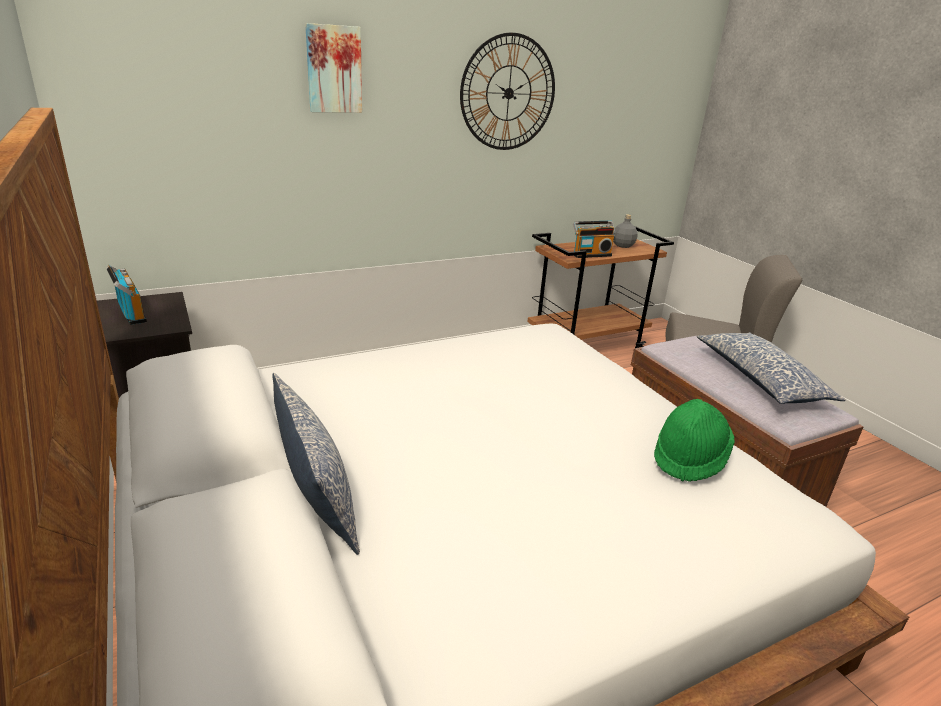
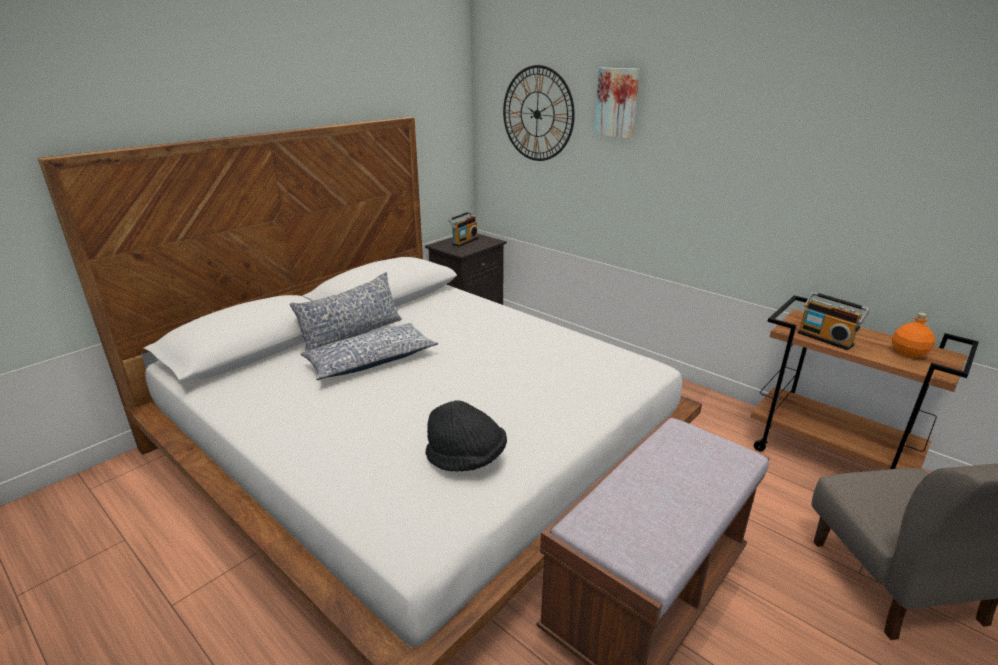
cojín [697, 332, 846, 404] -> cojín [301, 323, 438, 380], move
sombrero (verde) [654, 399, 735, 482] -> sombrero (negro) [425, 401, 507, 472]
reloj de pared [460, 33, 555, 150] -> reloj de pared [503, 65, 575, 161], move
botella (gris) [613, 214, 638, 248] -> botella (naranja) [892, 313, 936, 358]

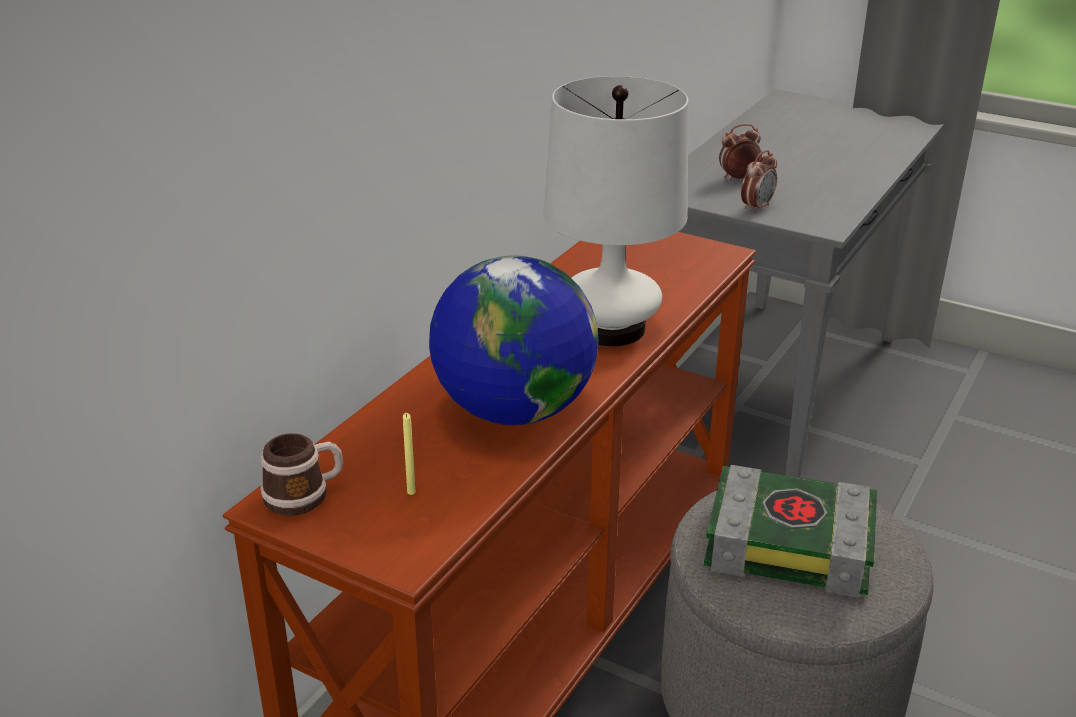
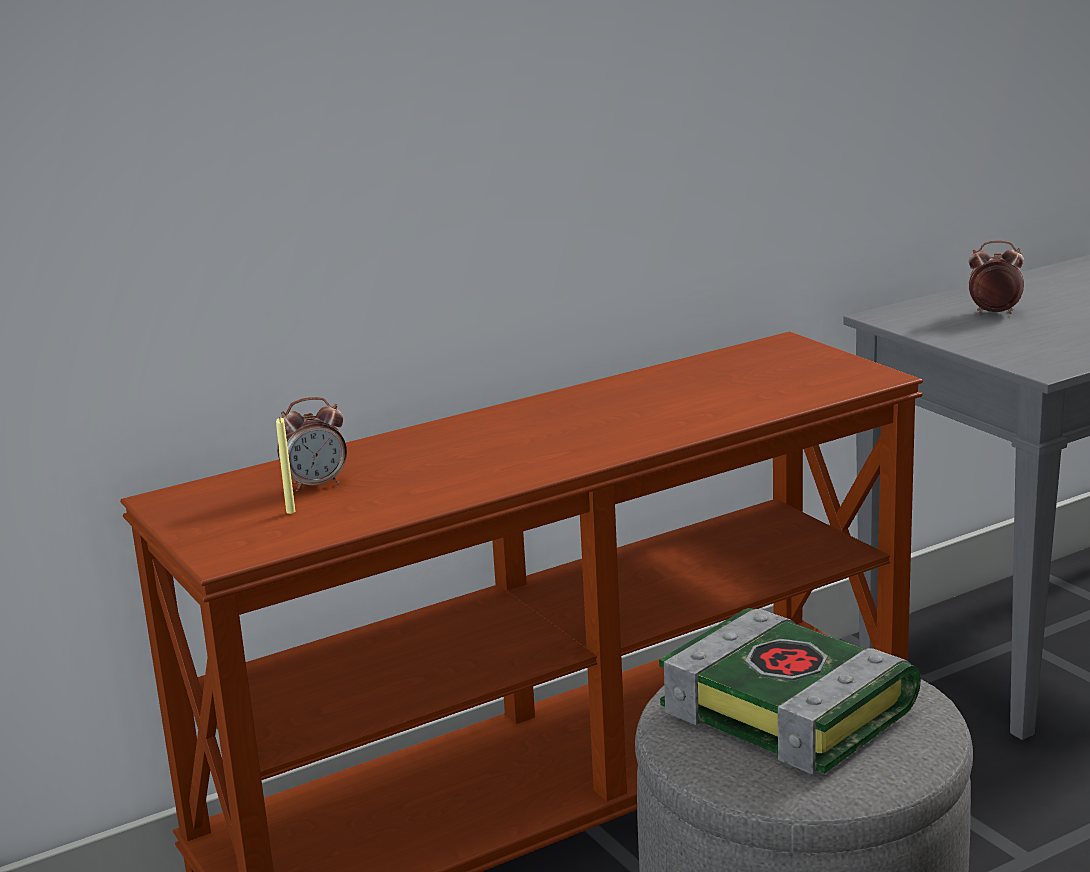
despertador [741, 150, 777, 213] -> despertador [277, 397, 347, 492], move
taza grande [261, 433, 343, 515] -> none
globo terráqueo [429, 255, 599, 425] -> none
lámpara de mesa (blanco) [543, 76, 688, 346] -> none

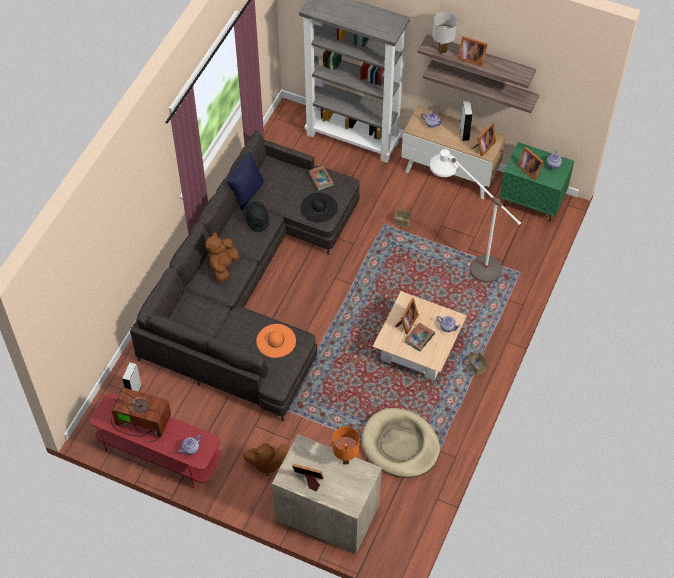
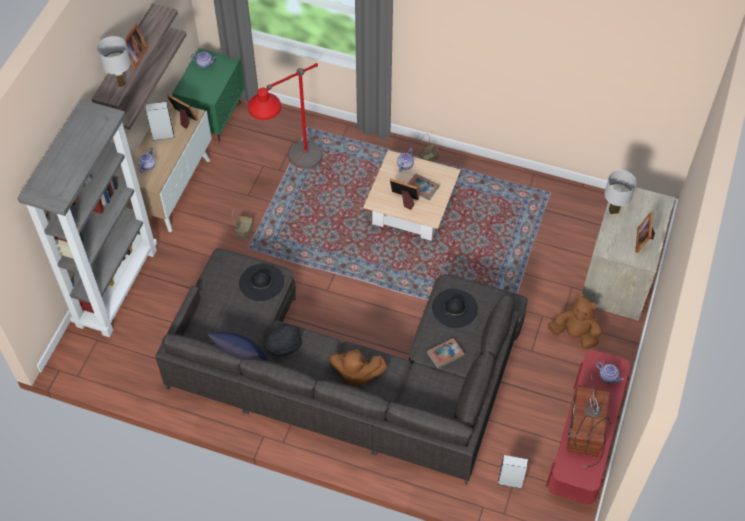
lámpara de pie (blanco) [430, 149, 521, 283] -> lámpara de pie (rojo) [248, 63, 323, 169]
libro [309, 166, 334, 191] -> libro [427, 338, 465, 369], move
sombrero (naranja) [256, 324, 296, 358] -> sombrero (negro) [432, 289, 478, 328]
peluche (marrón) [243, 443, 290, 476] -> peluche (marrón) [548, 295, 602, 349], 60 degrees counterclockwise
lámpara de mesa (naranja) [332, 426, 359, 465] -> lámpara de mesa (blanco) [604, 170, 636, 214]
cama para perro (beis) [362, 408, 440, 478] -> none
portarretratos [517, 147, 543, 181] -> none

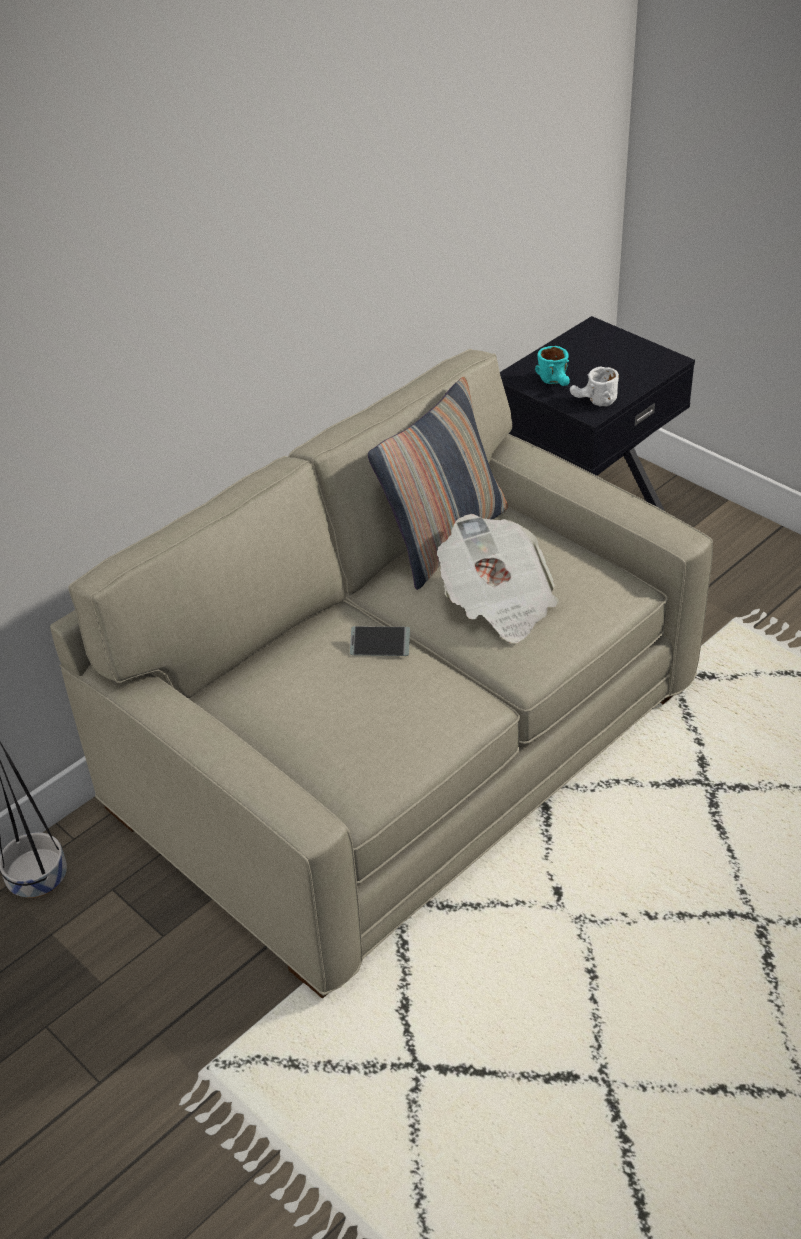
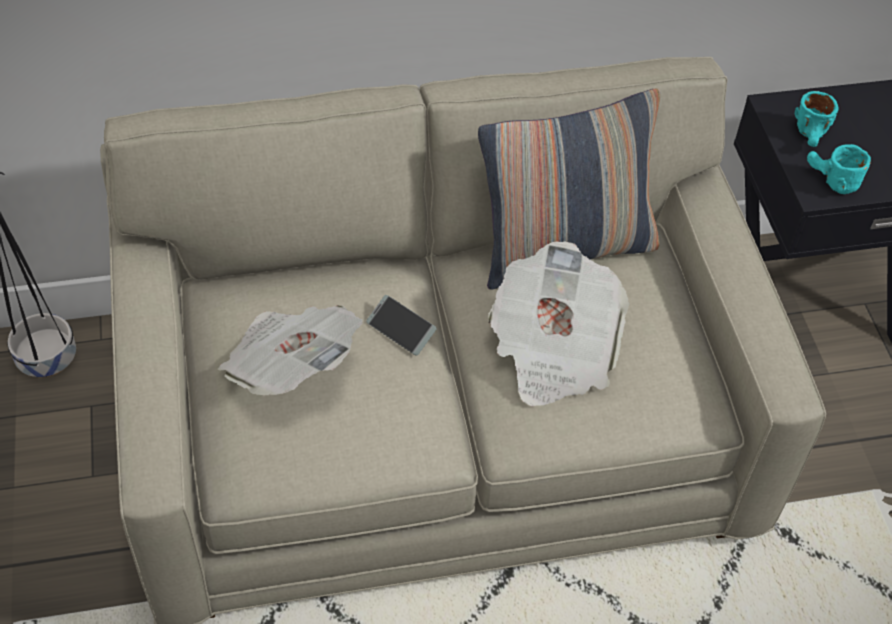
none -> periódico [218, 305, 363, 396]
taza grande (blanco) [570, 367, 619, 407] -> taza grande (turquesa) [807, 144, 871, 194]

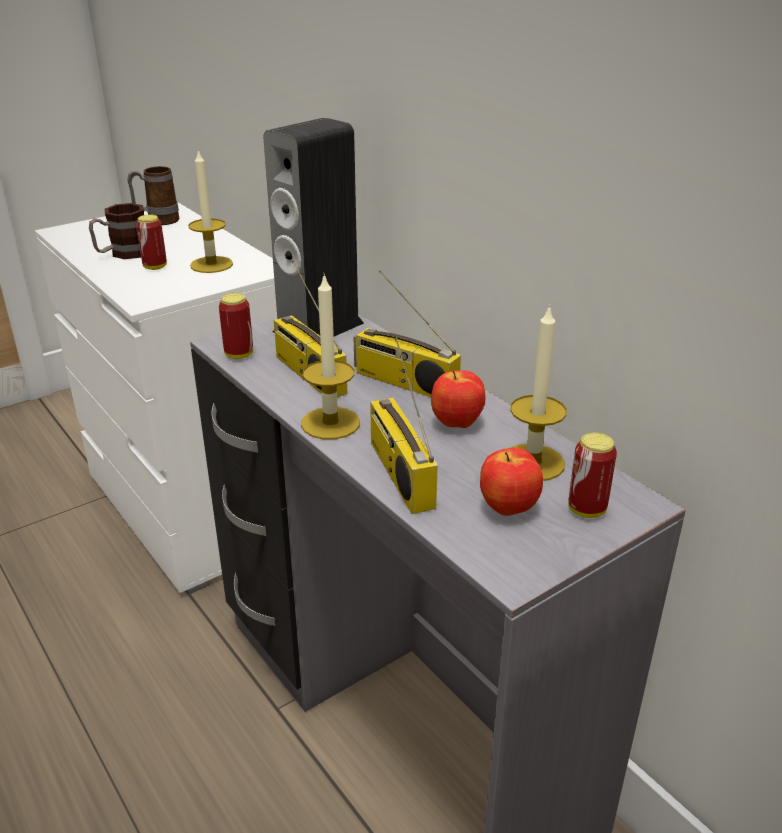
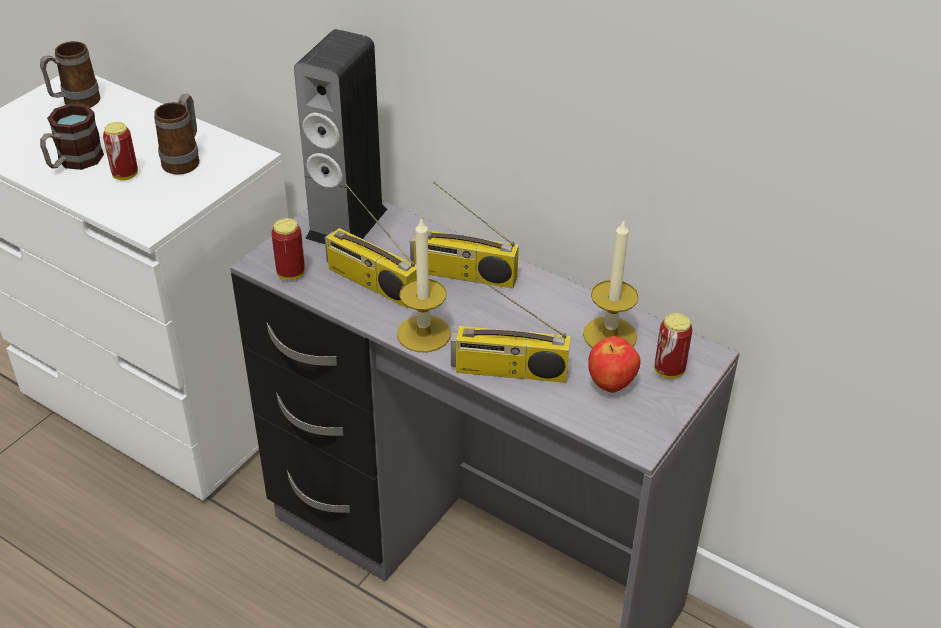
vela [188, 150, 233, 273] -> taza grande [154, 94, 199, 175]
radio [370, 338, 438, 514] -> radio [451, 277, 570, 383], 45 degrees counterclockwise
manzana [431, 370, 486, 428] -> none

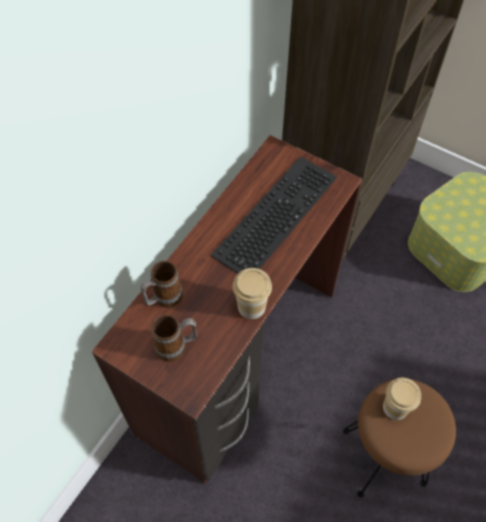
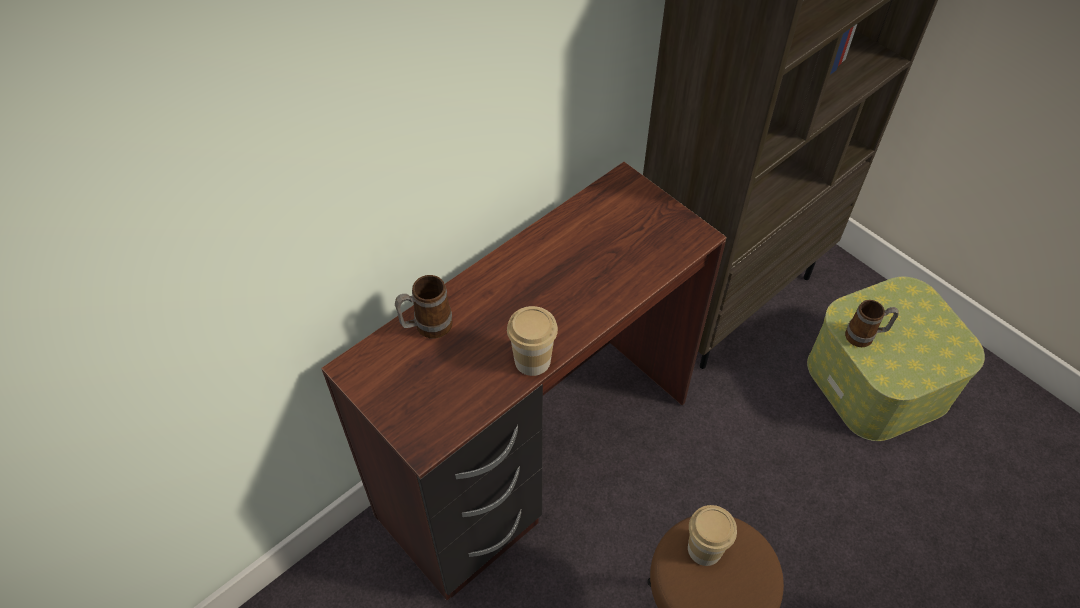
taza grande [152, 315, 197, 362] -> taza grande [845, 300, 899, 347], move
teclado [211, 156, 337, 273] -> none

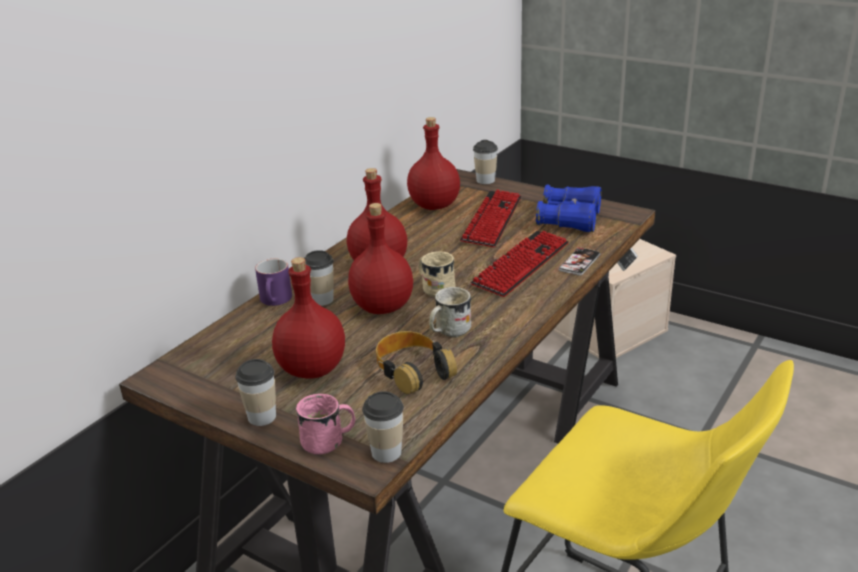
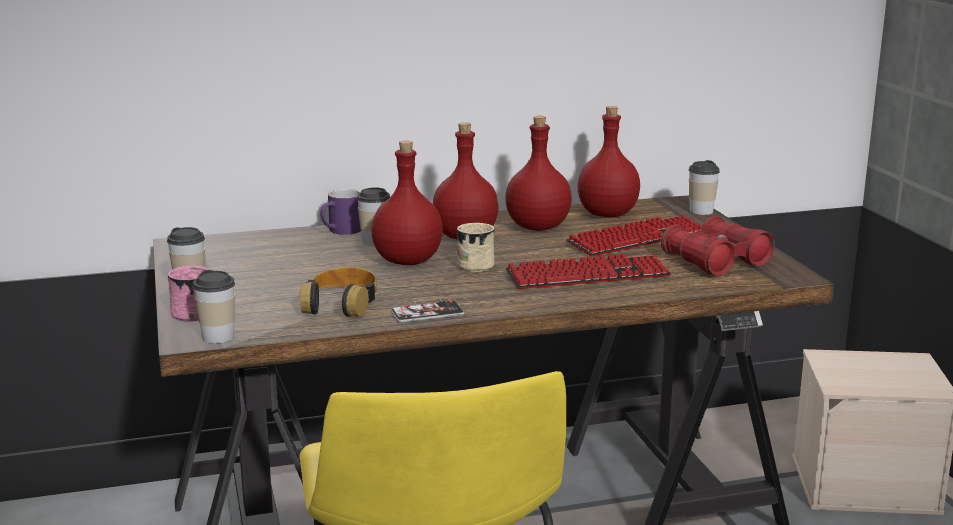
móvil [558, 247, 600, 276] -> móvil [391, 298, 464, 323], move
botella (rojo) [272, 257, 345, 379] -> botella (rojo) [505, 116, 572, 231], move
prismáticos (azul) [536, 185, 602, 232] -> prismáticos (rojo) [661, 216, 775, 276]
taza grande (blanco) [429, 287, 471, 338] -> none

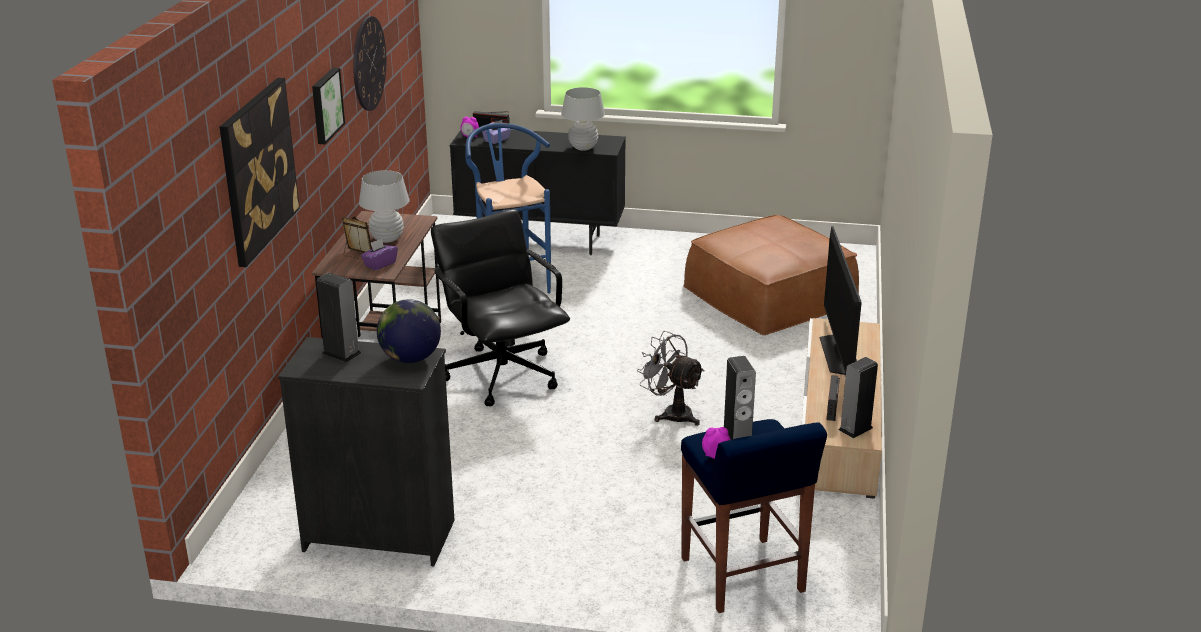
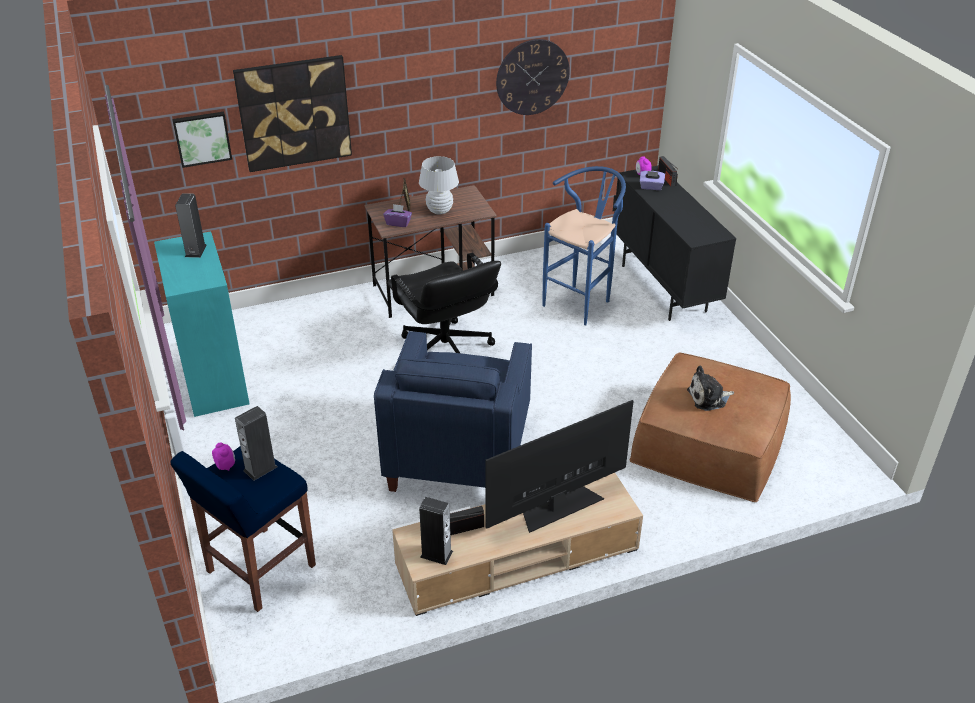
cómoda (negro) [278, 337, 454, 567] -> cómoda (turquesa) [154, 231, 250, 417]
cuadro [312, 68, 345, 144] -> cuadro [172, 112, 232, 168], move
ventilador (gris) [637, 331, 704, 426] -> sillón (azul) [374, 331, 532, 492]
silla de oficina (negro) [431, 209, 570, 406] -> silla de oficina (negro) [388, 252, 501, 353], 120 degrees clockwise
none -> peluche [687, 366, 734, 411]
globo terráqueo [377, 299, 441, 363] -> none
lámpara de mesa (blanco) [561, 87, 605, 151] -> none

